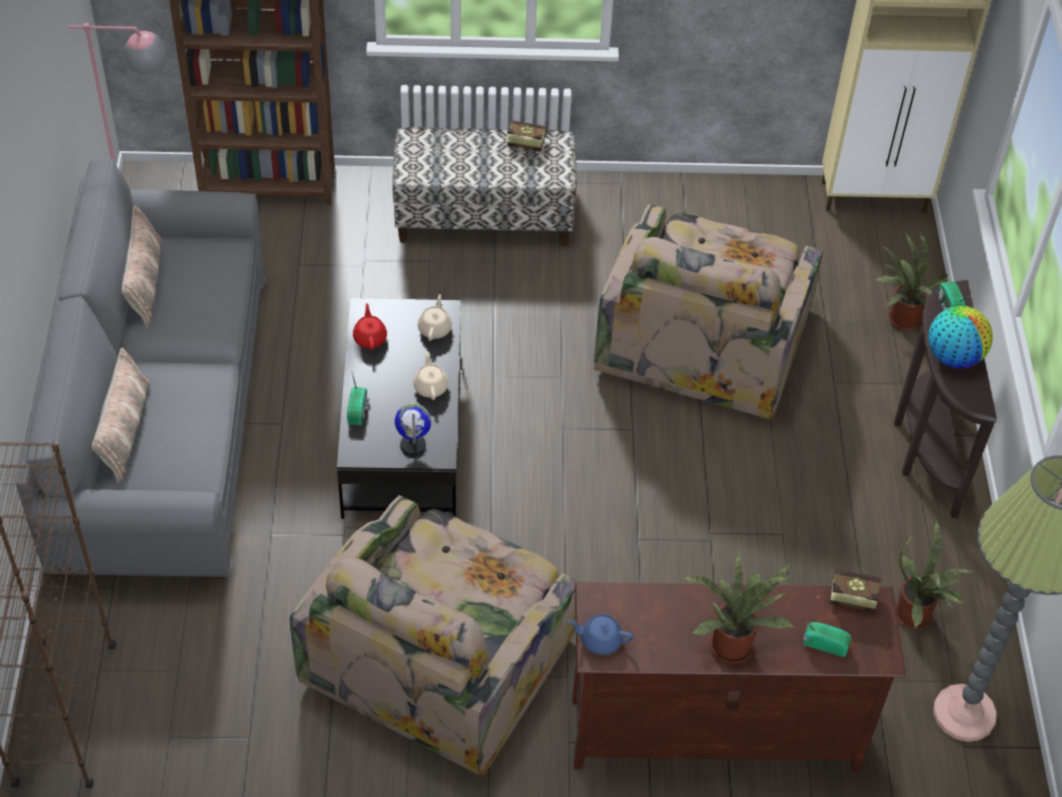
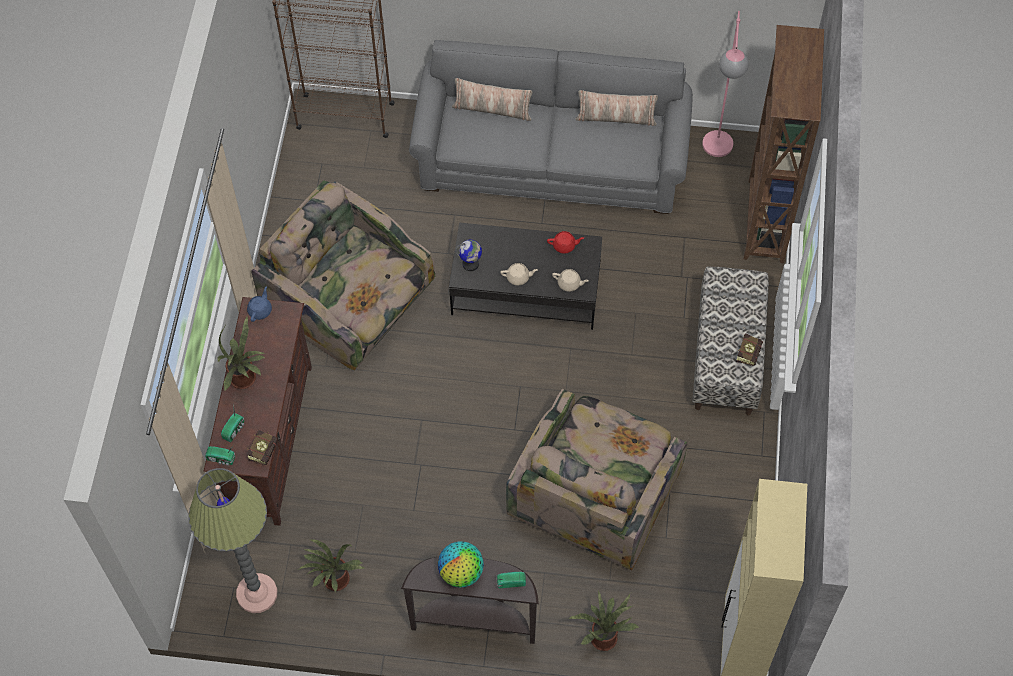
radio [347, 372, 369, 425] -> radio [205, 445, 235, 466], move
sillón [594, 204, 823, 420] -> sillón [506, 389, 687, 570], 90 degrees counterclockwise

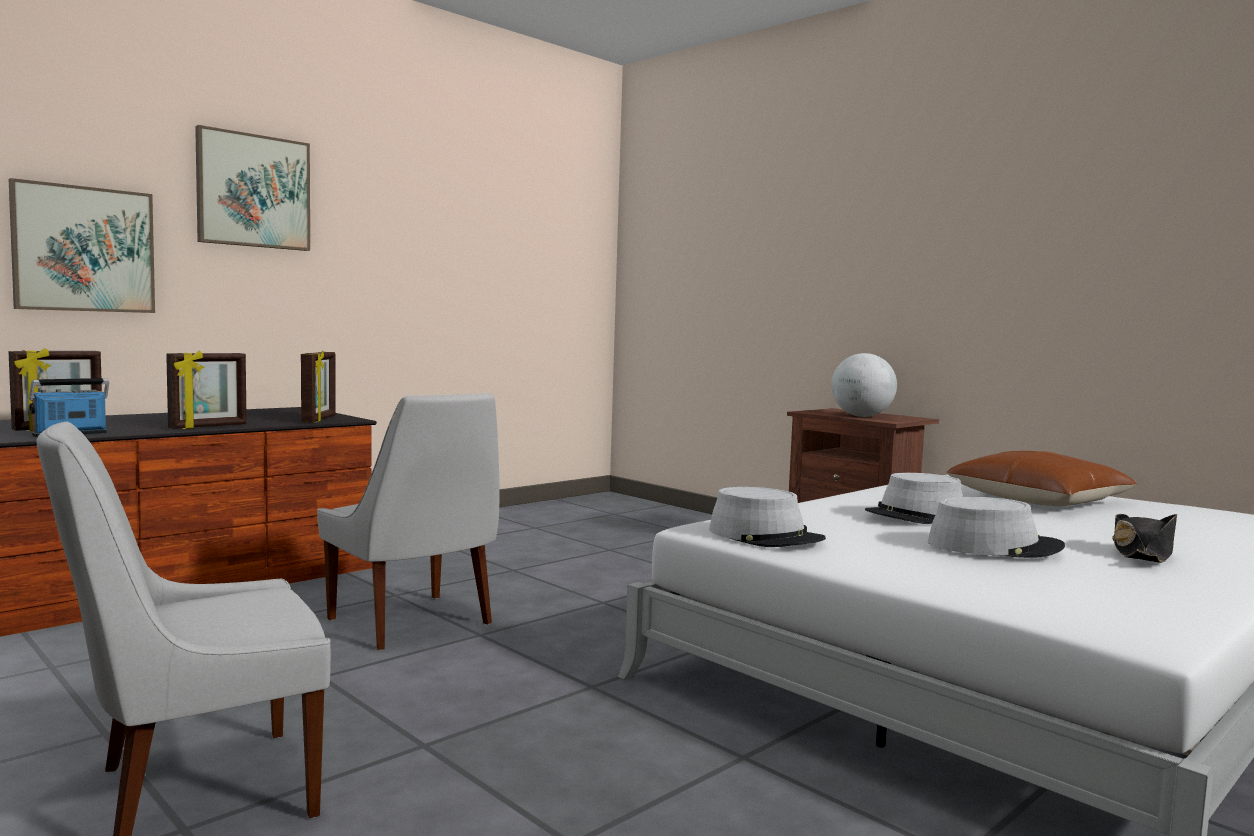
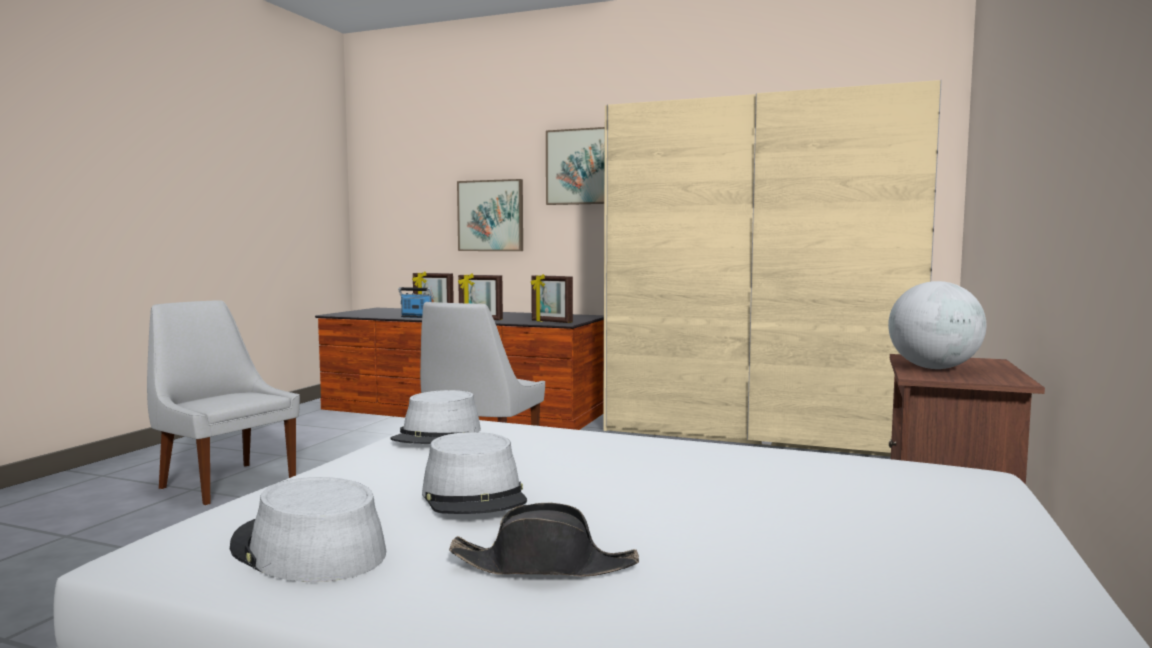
sombrero (gris) [865, 473, 963, 524] -> sombrero (gris) [230, 477, 386, 582], move
portarretratos [301, 351, 336, 422] -> portarretratos [531, 274, 573, 323], 60 degrees clockwise
none -> armario ropero (beis) [603, 80, 942, 457]
cojín (marrón) [946, 451, 1137, 506] -> none

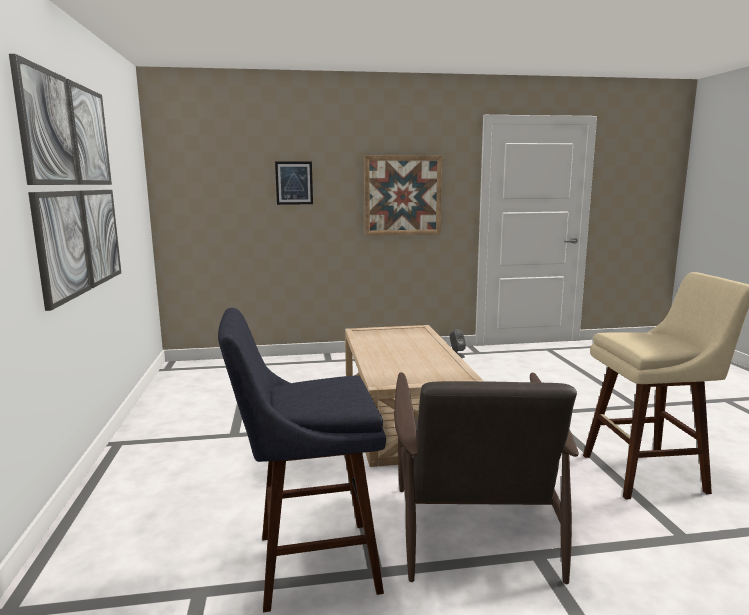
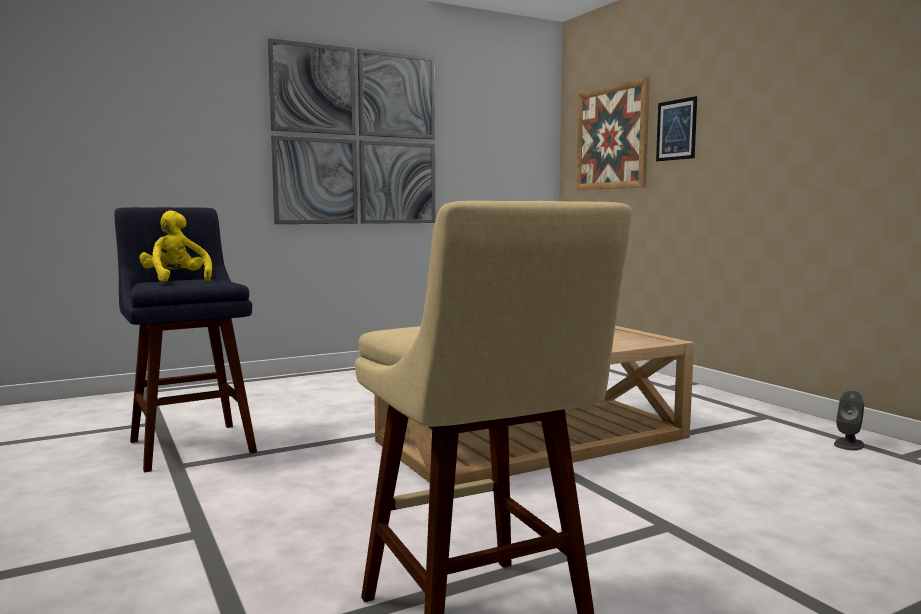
none -> peluche (amarillo) [139, 210, 212, 282]
cuadro [364, 156, 442, 236] -> cuadro [577, 78, 650, 190], move
sillón (marrón) [394, 372, 579, 584] -> none

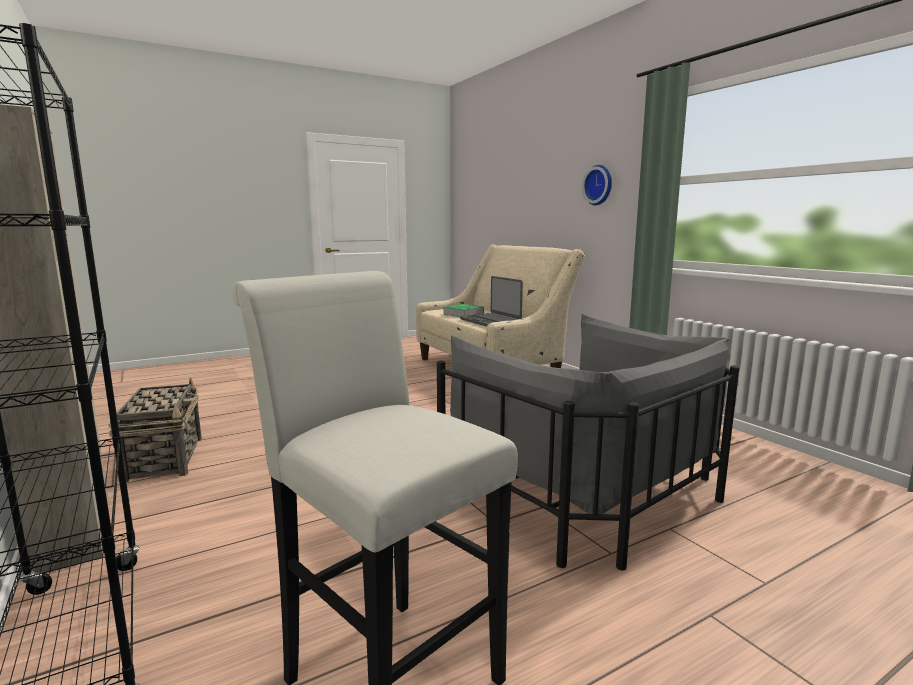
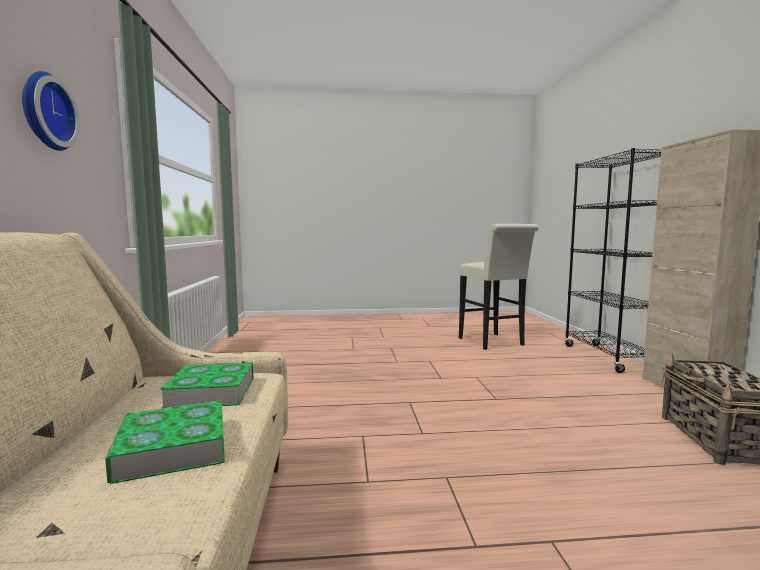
portátil [460, 276, 523, 327] -> libro [160, 363, 254, 408]
sillón (gris) [437, 314, 739, 571] -> none

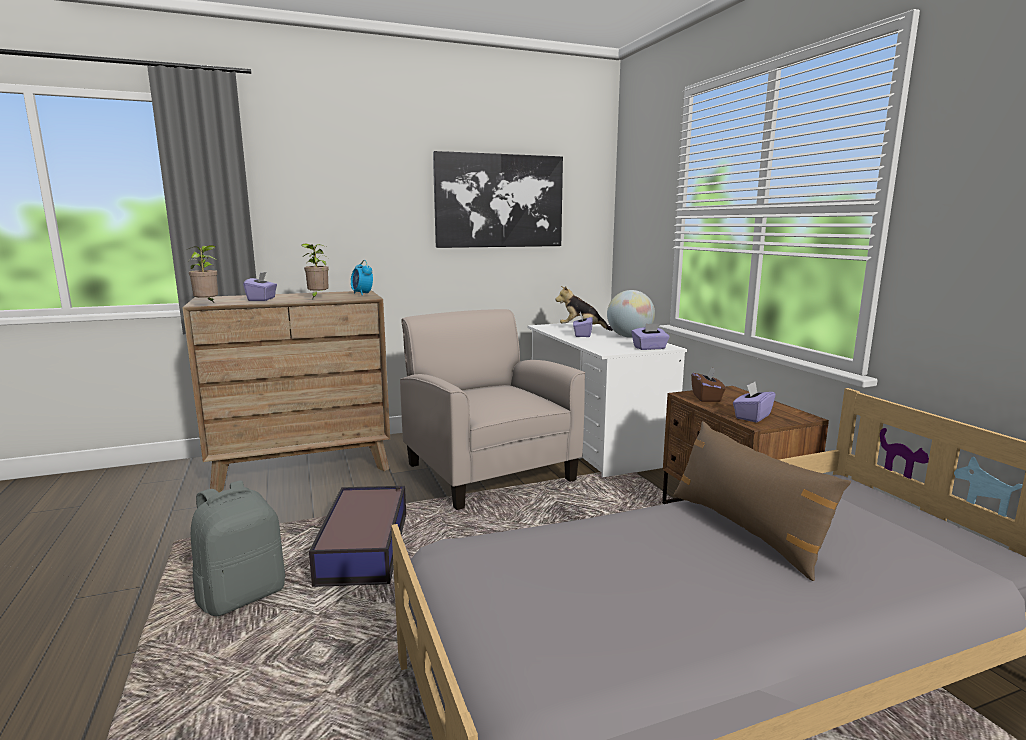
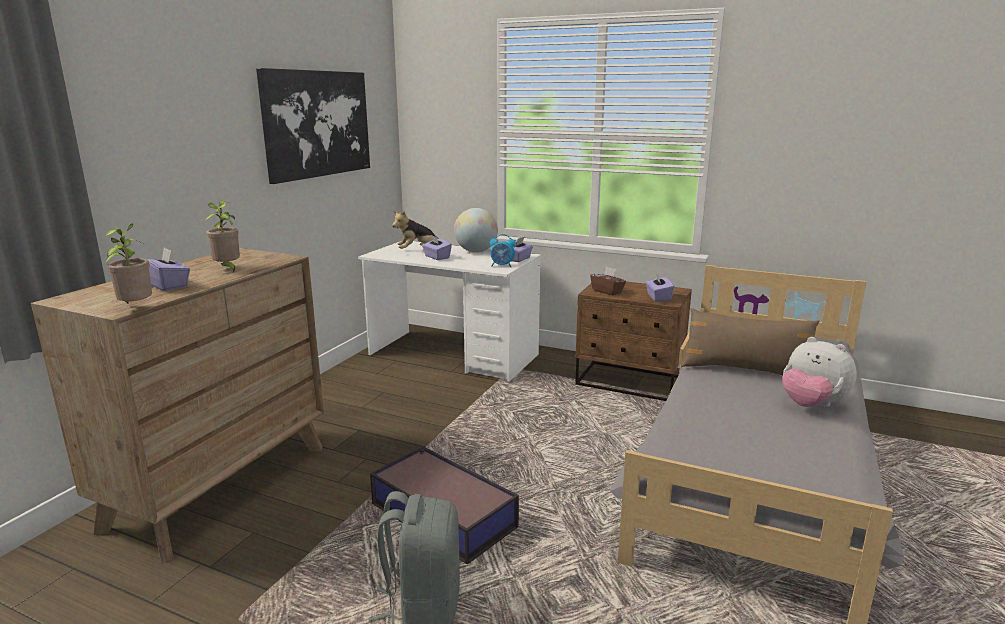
despertador [351, 260, 373, 295] -> despertador [490, 234, 516, 267], move
none -> peluche [782, 337, 857, 407]
sillón (beis) [400, 309, 585, 510] -> none

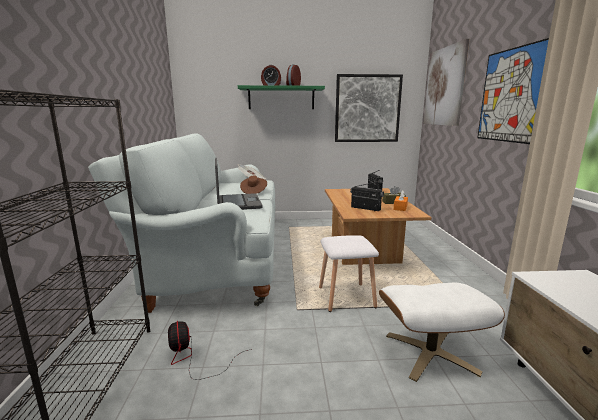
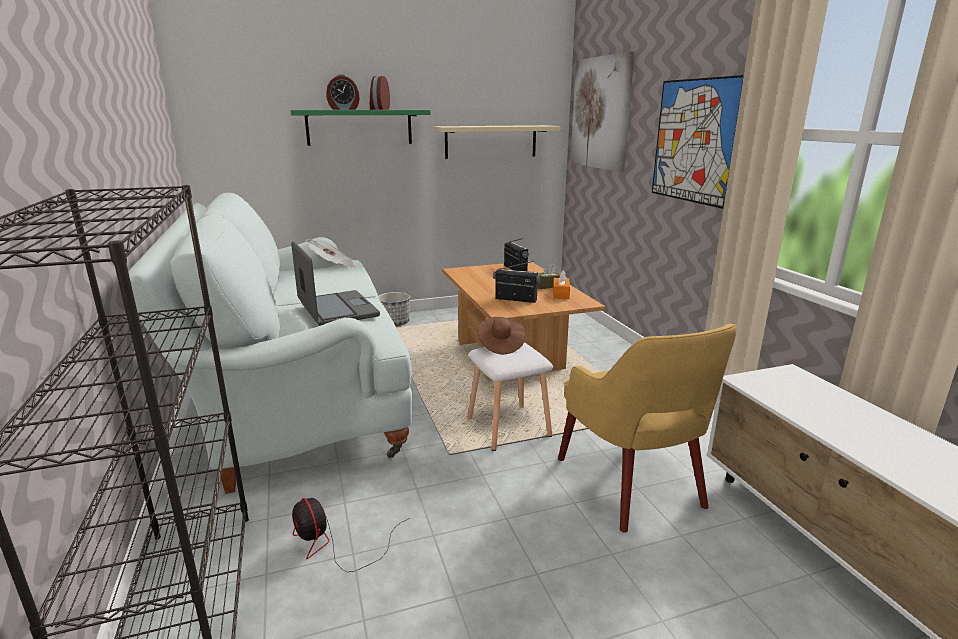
none -> maceta [378, 292, 410, 326]
cuadro [335, 74, 403, 142] -> estante (beis) [433, 125, 560, 159]
sombrero (marrón) [240, 176, 267, 194] -> sombrero (marrón) [478, 317, 526, 354], move
puf (blanco) [379, 283, 505, 382] -> sillón (amarillo) [558, 324, 737, 533]

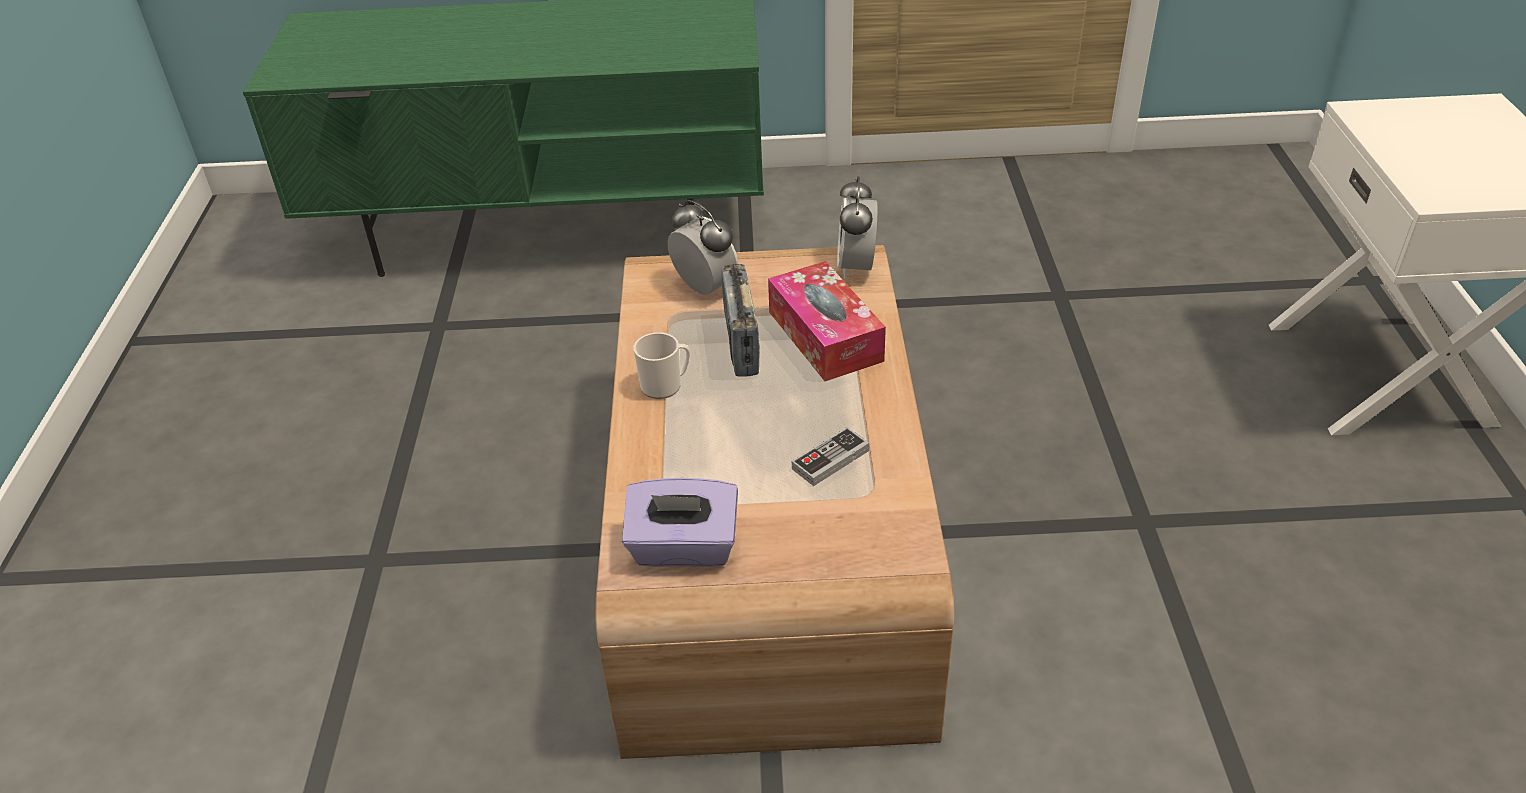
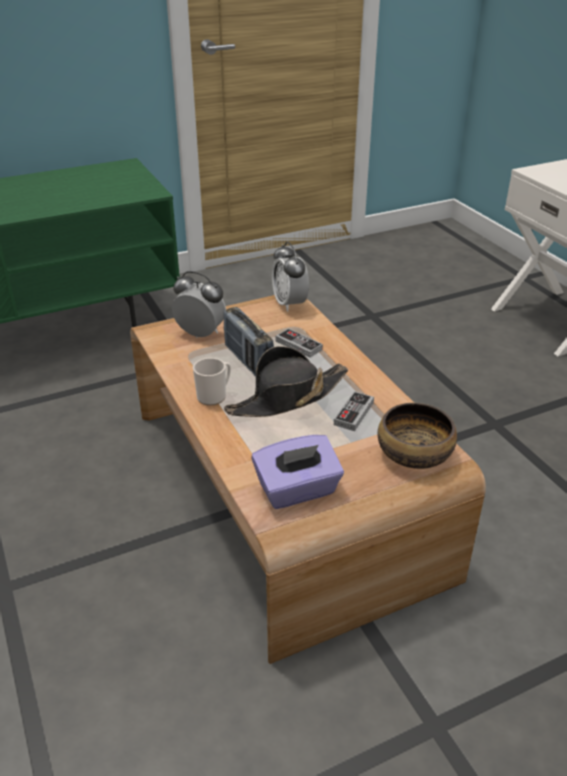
none -> sombrero (negro) [224, 346, 348, 417]
caja de pañuelos [768, 261, 886, 381] -> mando de consola [276, 328, 323, 358]
none -> cuenco [377, 403, 457, 469]

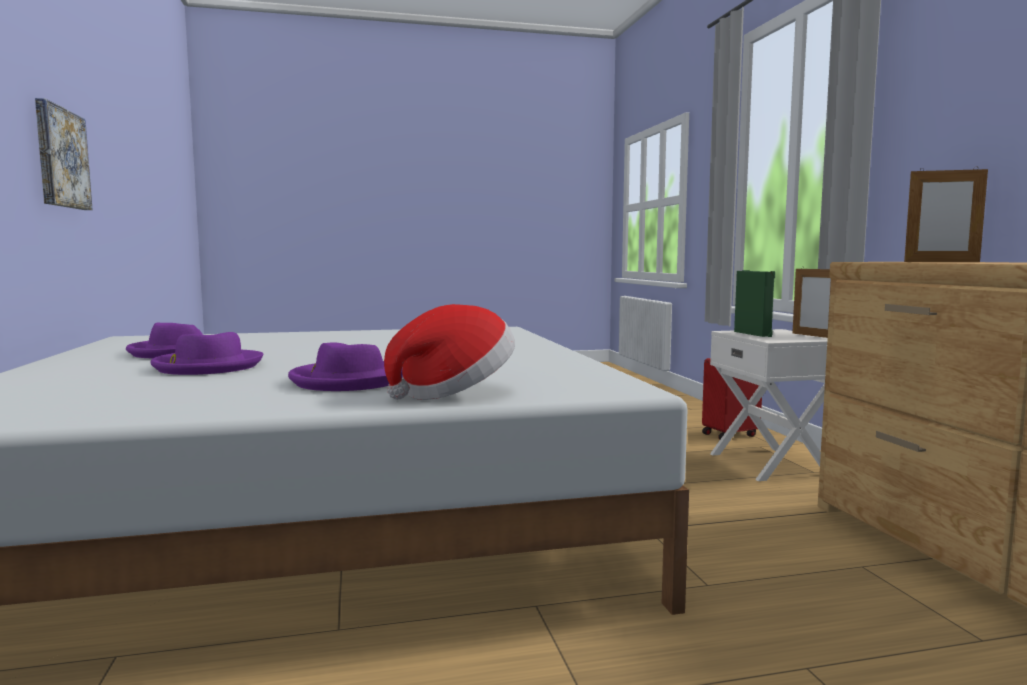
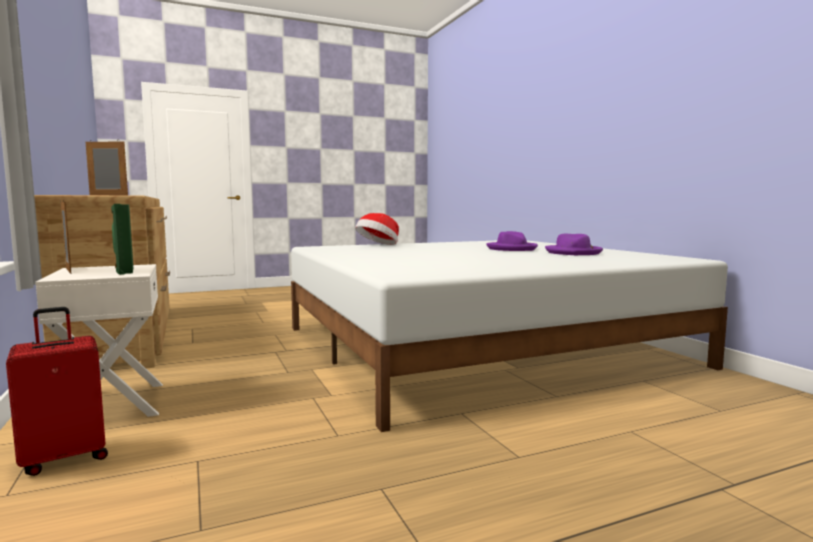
cuadro [35, 98, 93, 210] -> none
sombrero (morado) [288, 342, 402, 391] -> none

